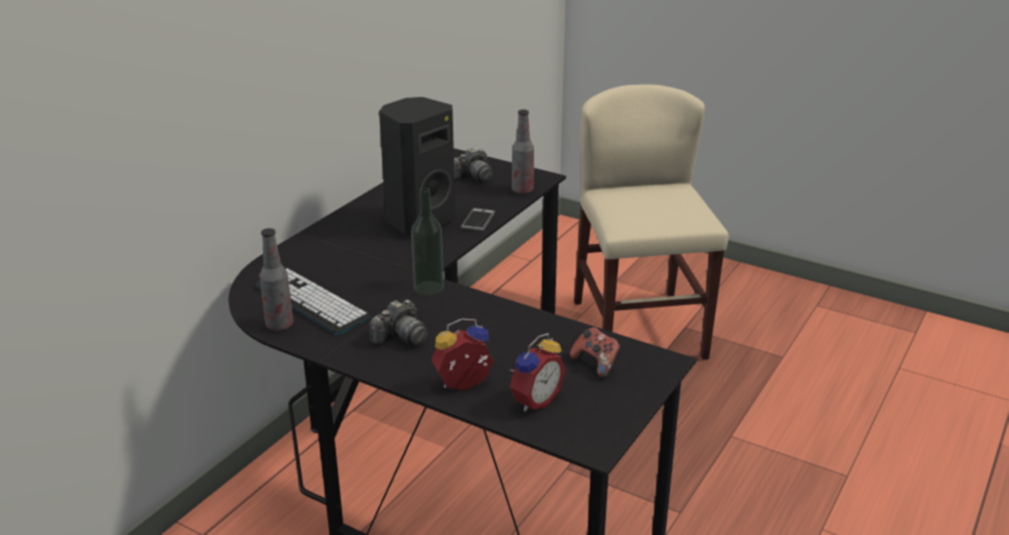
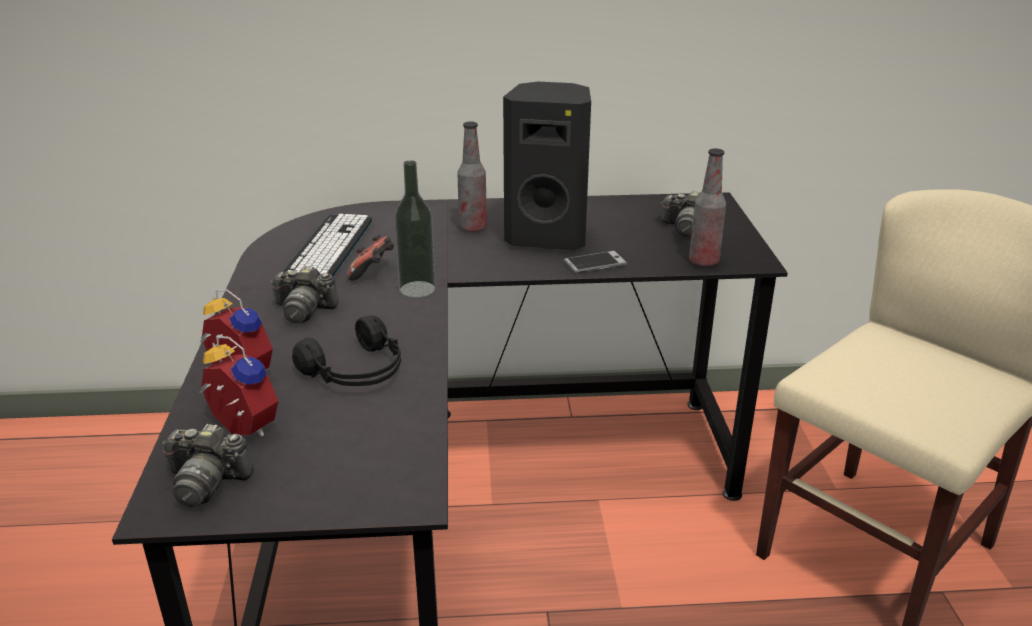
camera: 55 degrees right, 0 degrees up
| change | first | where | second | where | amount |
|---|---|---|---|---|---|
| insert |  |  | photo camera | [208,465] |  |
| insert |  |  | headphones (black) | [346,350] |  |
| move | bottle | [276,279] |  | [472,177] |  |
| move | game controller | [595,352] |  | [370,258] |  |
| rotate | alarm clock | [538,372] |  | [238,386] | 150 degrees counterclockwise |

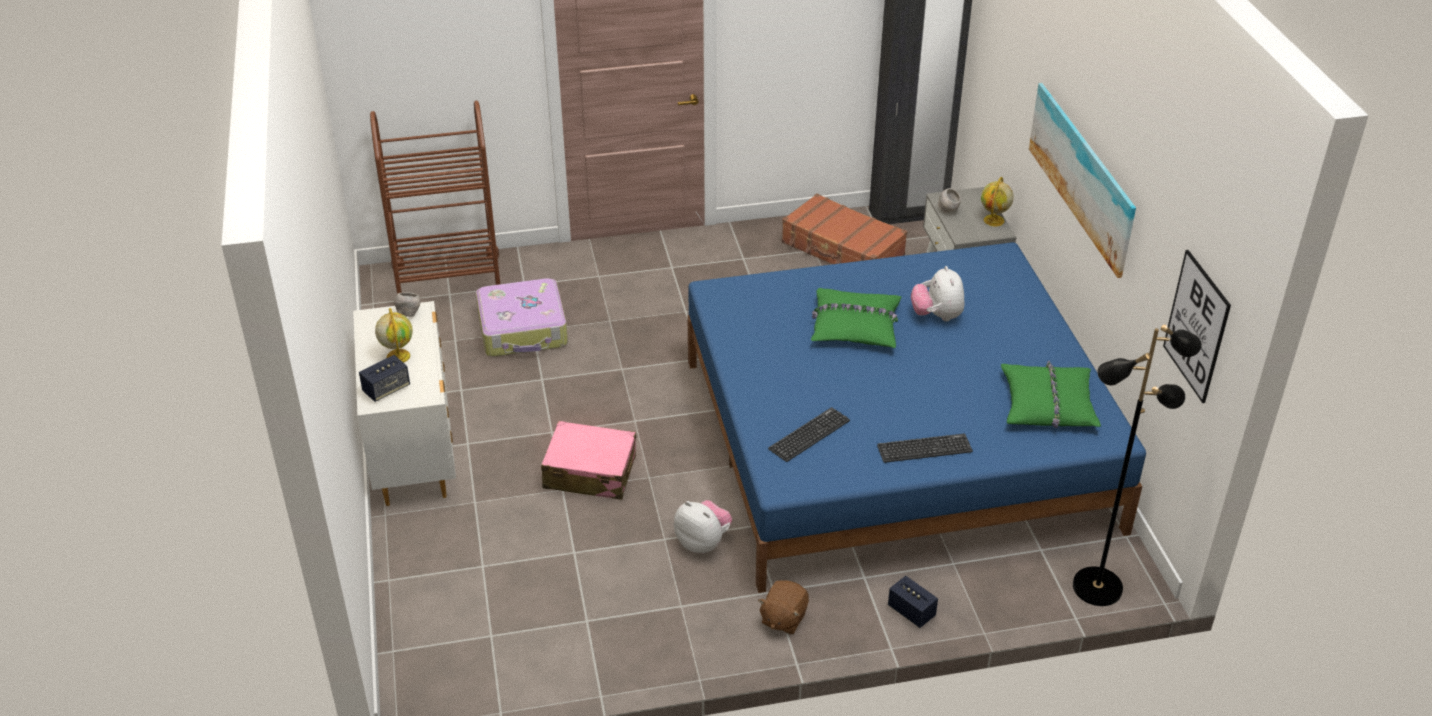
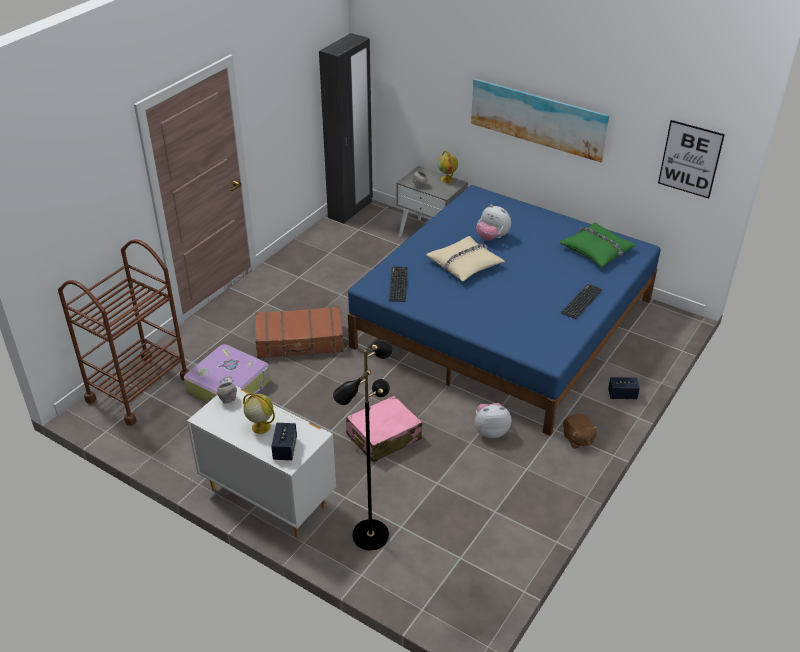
camera: 45 degrees left, 0 degrees up
| change | first | where | second | where | amount |
|---|---|---|---|---|---|
| move | keyboard | [809,434] |  | [398,284] |  |
| move | suitcase (brown) | [844,228] |  | [299,332] |  |
| move | floor lamp (black) | [1137,465] |  | [363,445] |  |
| recolor | pillow (green) | [856,318] | pillow (beige) | [465,258] |  |

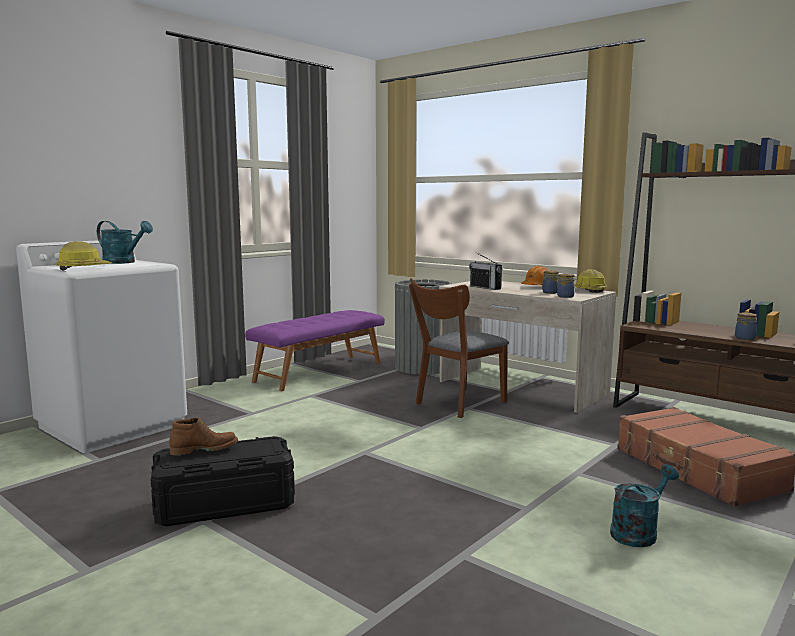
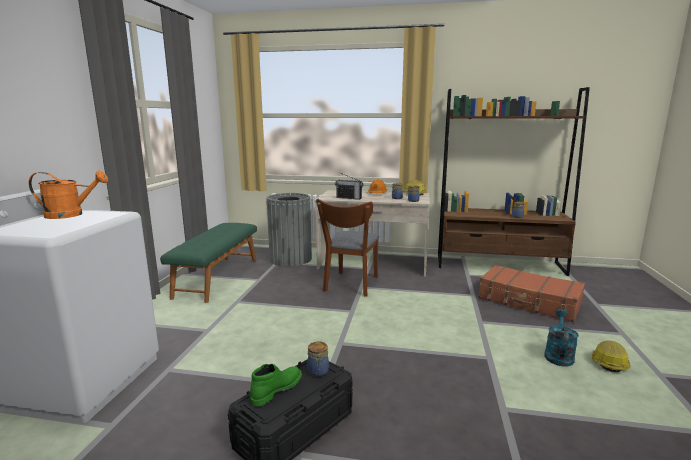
camera: 30 degrees left, 5 degrees up
| change | first | where | second | where | amount |
|---|---|---|---|---|---|
| insert |  |  | jar | [318,359] |  |
| move | hard hat | [84,256] |  | [611,356] |  |
| recolor | watering can (turquoise) | [125,242] | watering can (orange) | [68,194] |  |
| recolor | boot (brown) | [203,437] | boot (green) | [276,385] |  |
| recolor | bench (purple) | [315,350] | bench (green) | [208,263] |  |

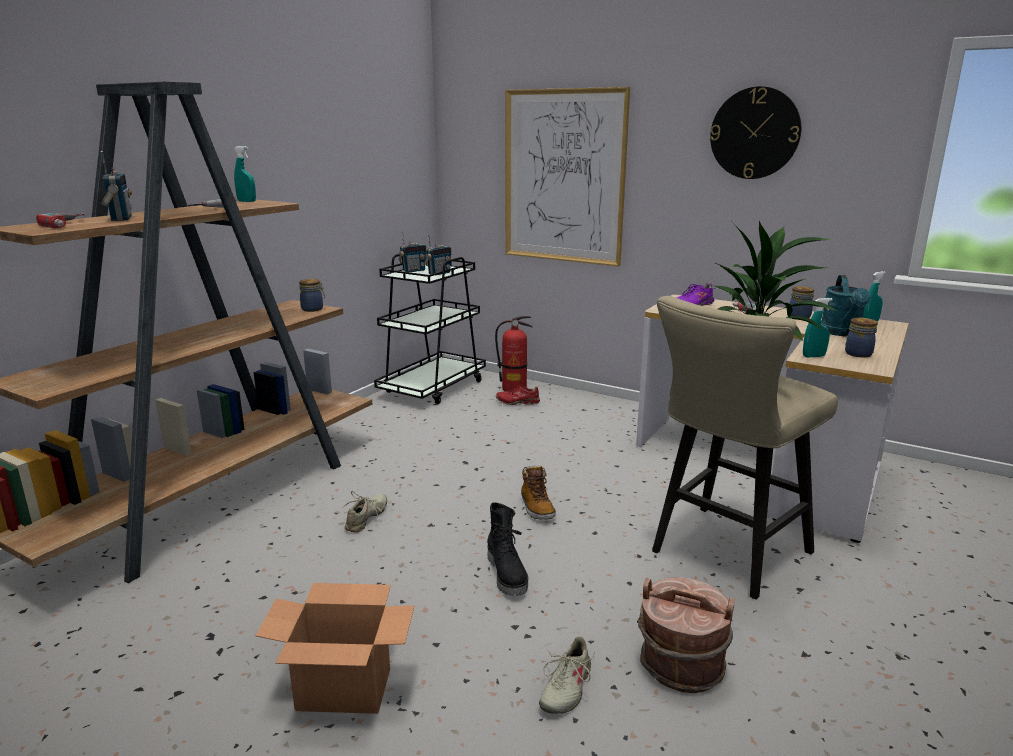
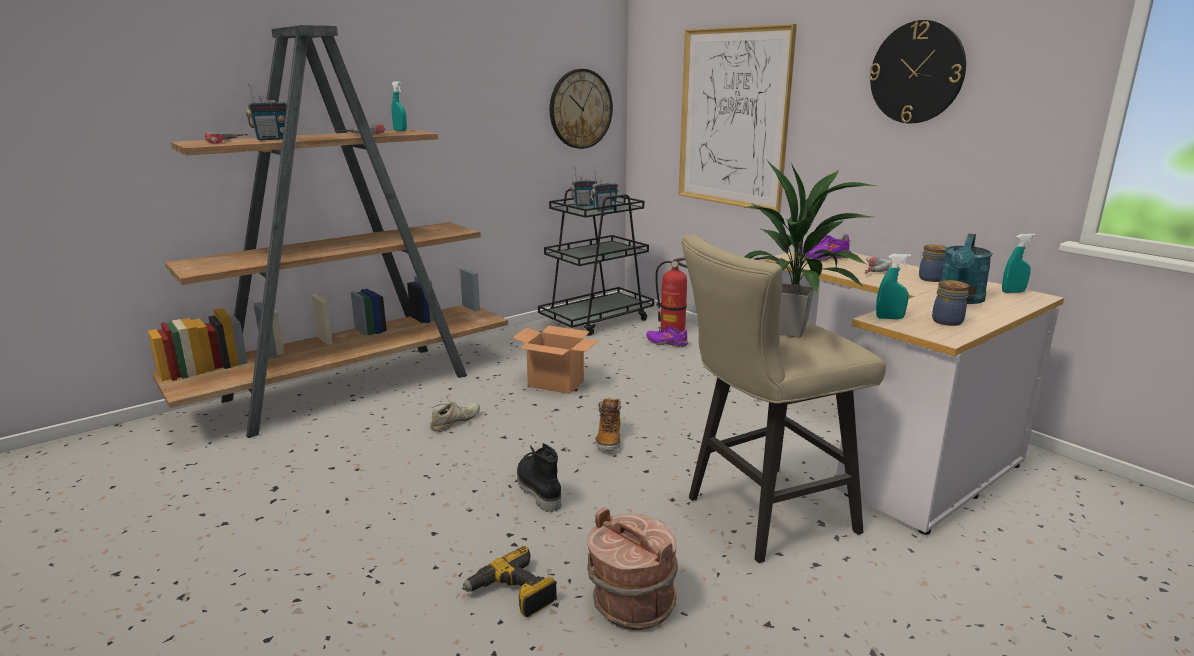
camera: 20 degrees right, 0 degrees up
| change | first | where | second | where | amount |
|---|---|---|---|---|---|
| delete | jar | [312,295] |  |  |  |
| insert |  |  | wall clock | [581,109] |  |
| move | cardboard box | [335,648] |  | [555,360] |  |
| replace | shoe (beige) | [568,675] | power drill | [509,581] |  |
| recolor | shoe (red) | [518,395] | shoe (purple) | [667,336] |  |
| rotate | radio | [116,186] |  | [266,111] | 60 degrees clockwise |
| rotate | boot (black) | [507,549] |  | [539,477] | 150 degrees clockwise |

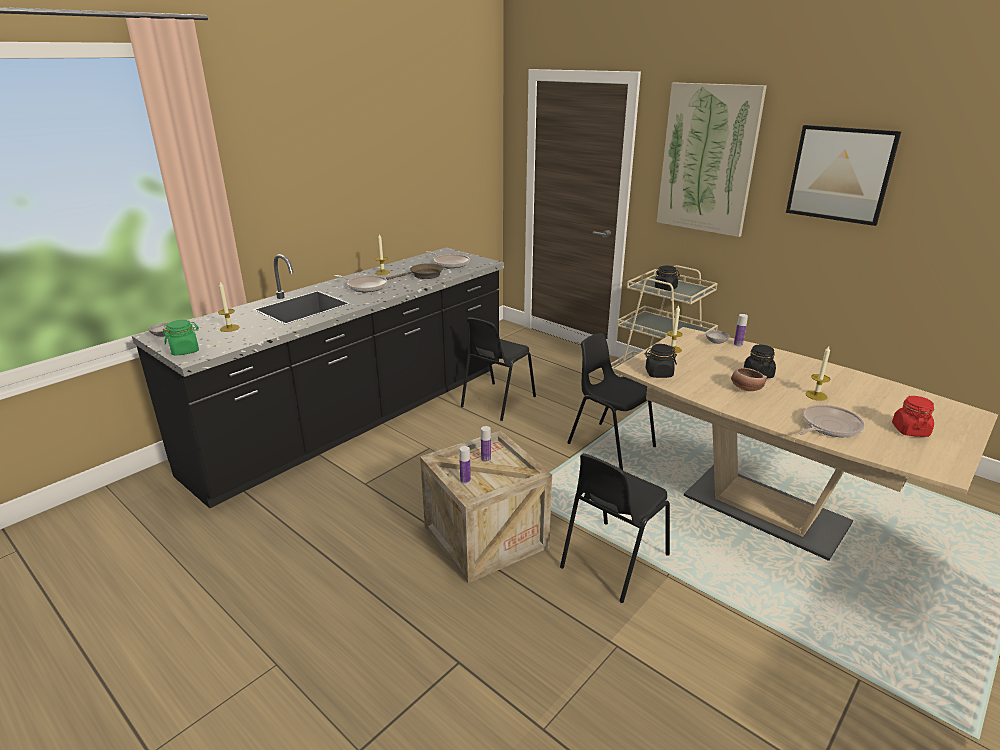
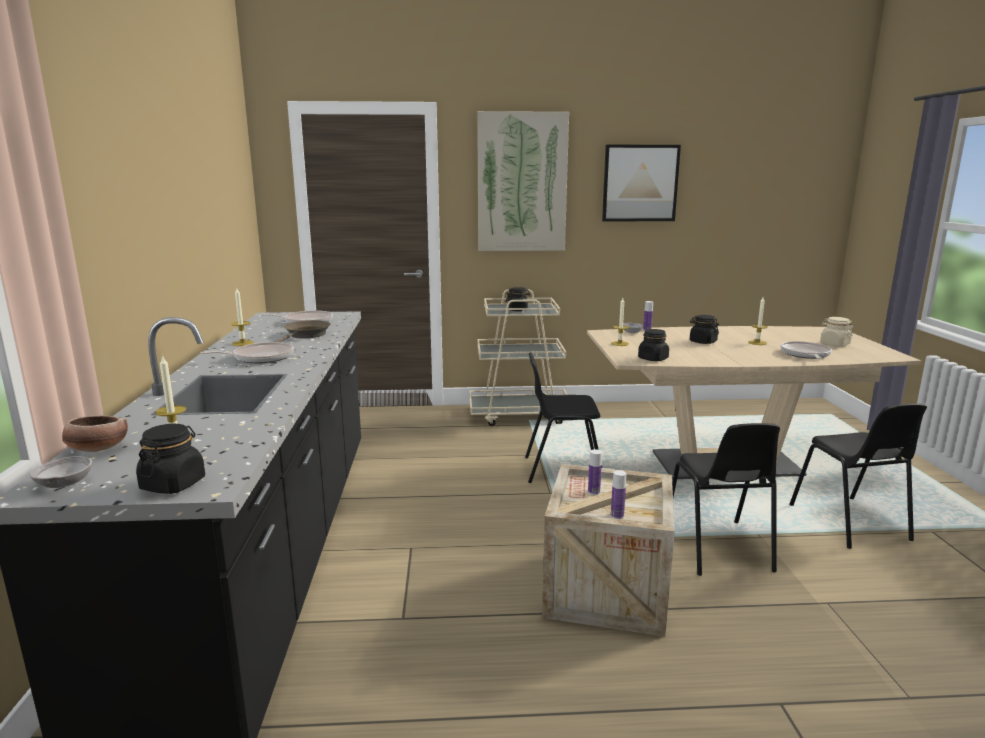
camera: 45 degrees left, 10 degrees down
| change | first | where | second | where | amount |
|---|---|---|---|---|---|
| move | chair (black) | [498,369] |  | [858,476] |  |
| move | bowl | [749,379] |  | [95,433] |  |
| recolor | jar (green) | [180,338] | jar (black) | [170,459] |  |
| recolor | jar (red) | [913,416] | jar (beige) | [836,331] |  |

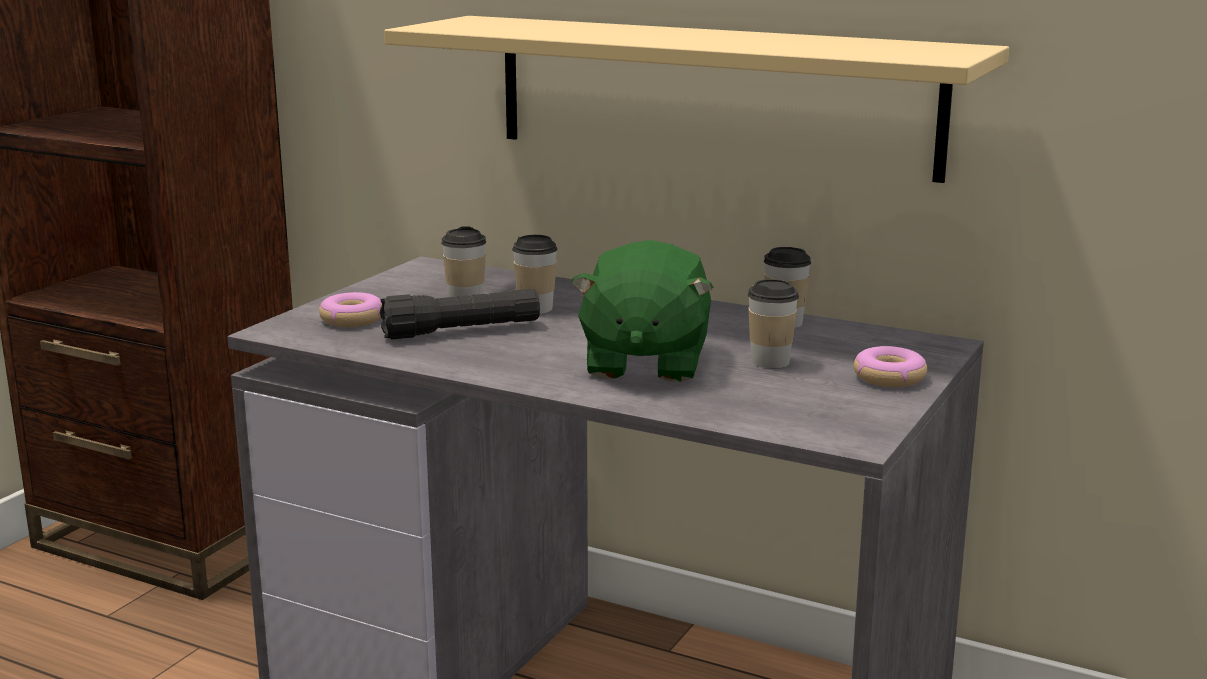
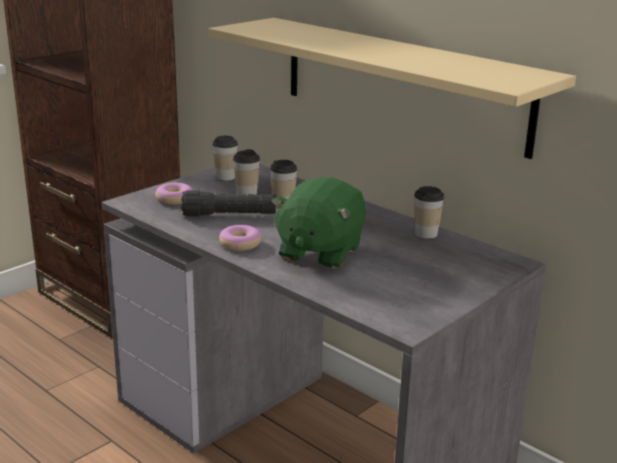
camera: 15 degrees right, 5 degrees up
| change | first | where | second | where | amount |
|---|---|---|---|---|---|
| move | cup | [773,323] |  | [225,158] |  |
| move | donut | [890,366] |  | [240,238] |  |

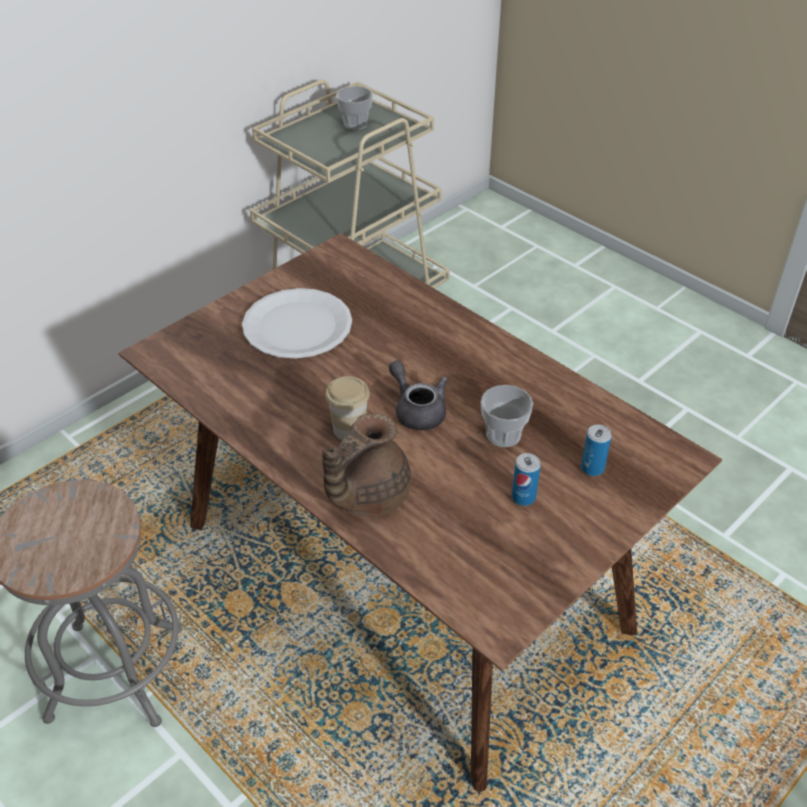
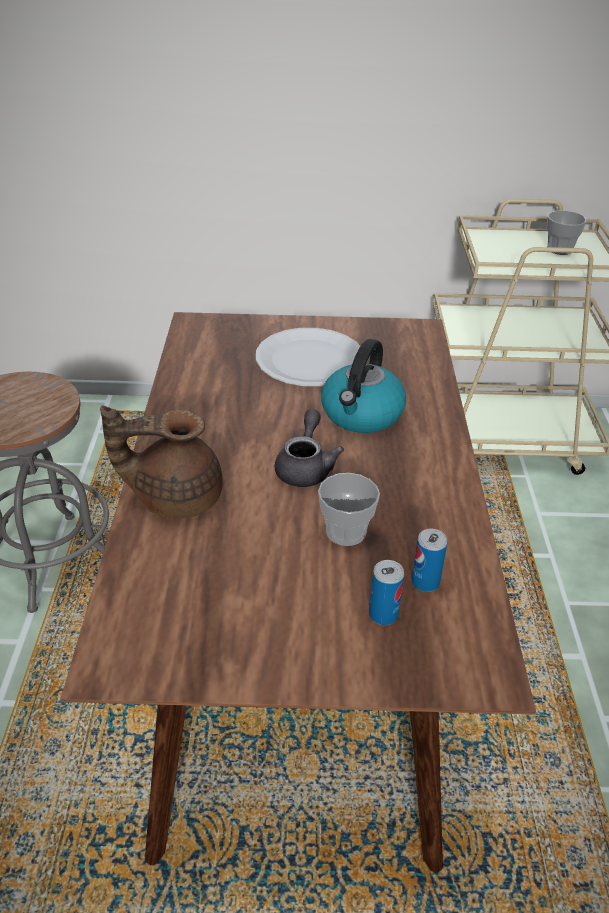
camera: 45 degrees right, 5 degrees down
| change | first | where | second | where | amount |
|---|---|---|---|---|---|
| delete | cup | [347,408] |  |  |  |
| insert |  |  | kettle | [363,386] |  |
| move | can | [526,479] |  | [429,560] |  |

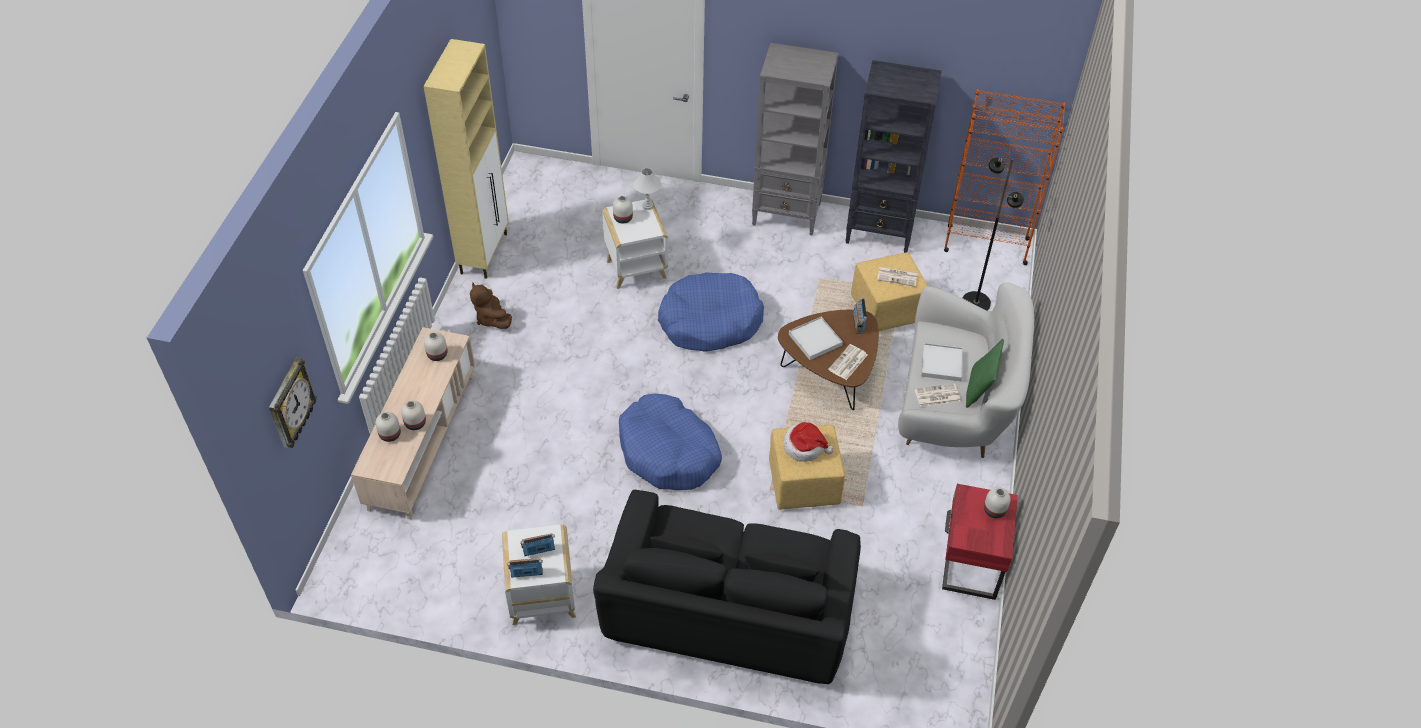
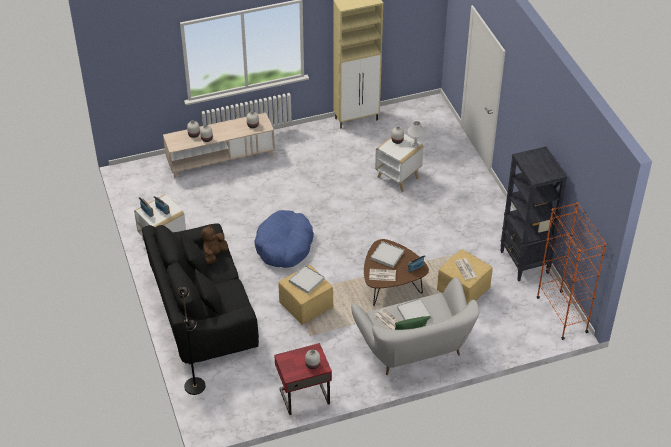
camera: 60 degrees right, 5 degrees down
| change | first | where | second | where | amount |
|---|---|---|---|---|---|
| delete | wall clock | [293,403] |  |  |  |
| delete | dog bed (blue) | [711,312] |  |  |  |
| delete | bookcase (grey) | [795,139] |  |  |  |
| move | plush toy (brown) | [491,306] |  | [214,244] |  |
| move | floor lamp (black) | [993,234] |  | [192,341] |  |
| replace | hat | [808,442] | tray (white) | [307,279] |  |

